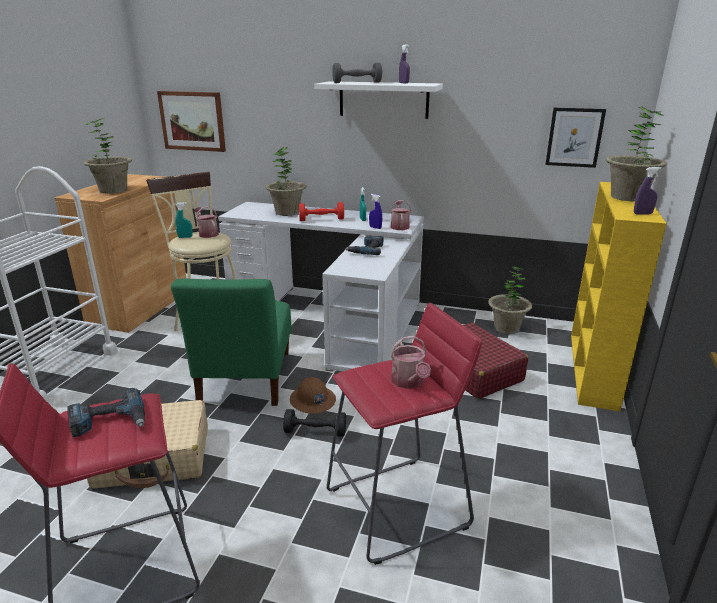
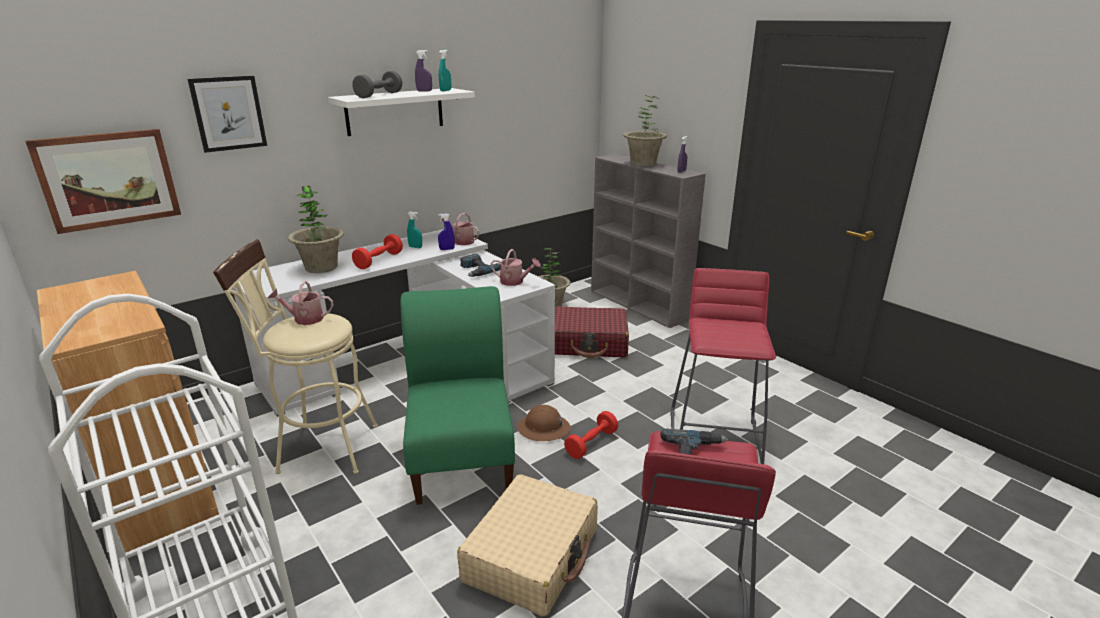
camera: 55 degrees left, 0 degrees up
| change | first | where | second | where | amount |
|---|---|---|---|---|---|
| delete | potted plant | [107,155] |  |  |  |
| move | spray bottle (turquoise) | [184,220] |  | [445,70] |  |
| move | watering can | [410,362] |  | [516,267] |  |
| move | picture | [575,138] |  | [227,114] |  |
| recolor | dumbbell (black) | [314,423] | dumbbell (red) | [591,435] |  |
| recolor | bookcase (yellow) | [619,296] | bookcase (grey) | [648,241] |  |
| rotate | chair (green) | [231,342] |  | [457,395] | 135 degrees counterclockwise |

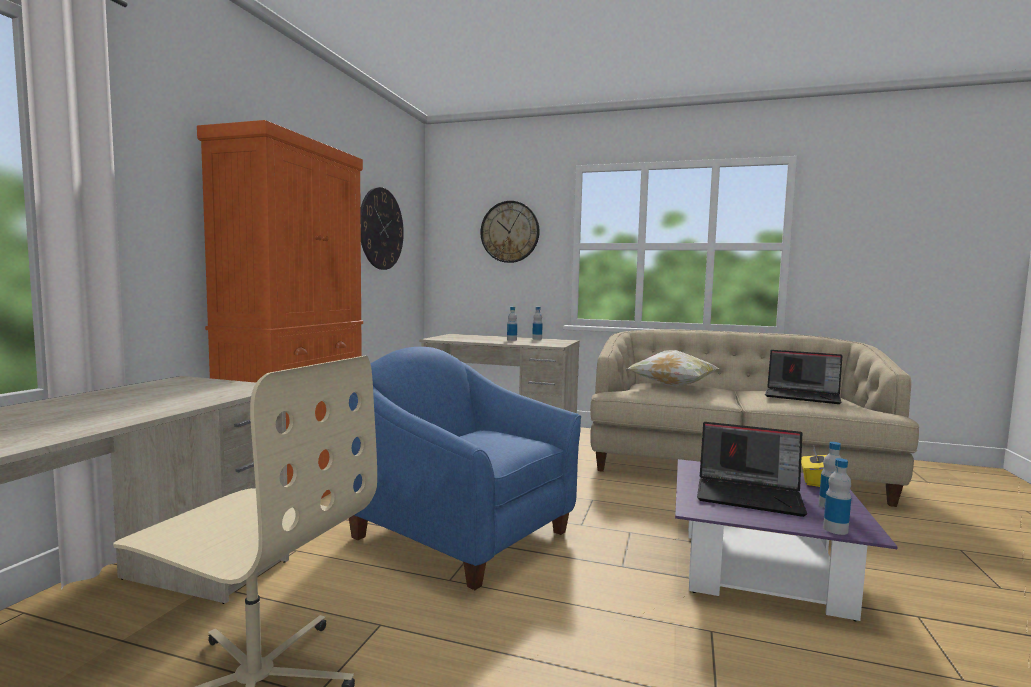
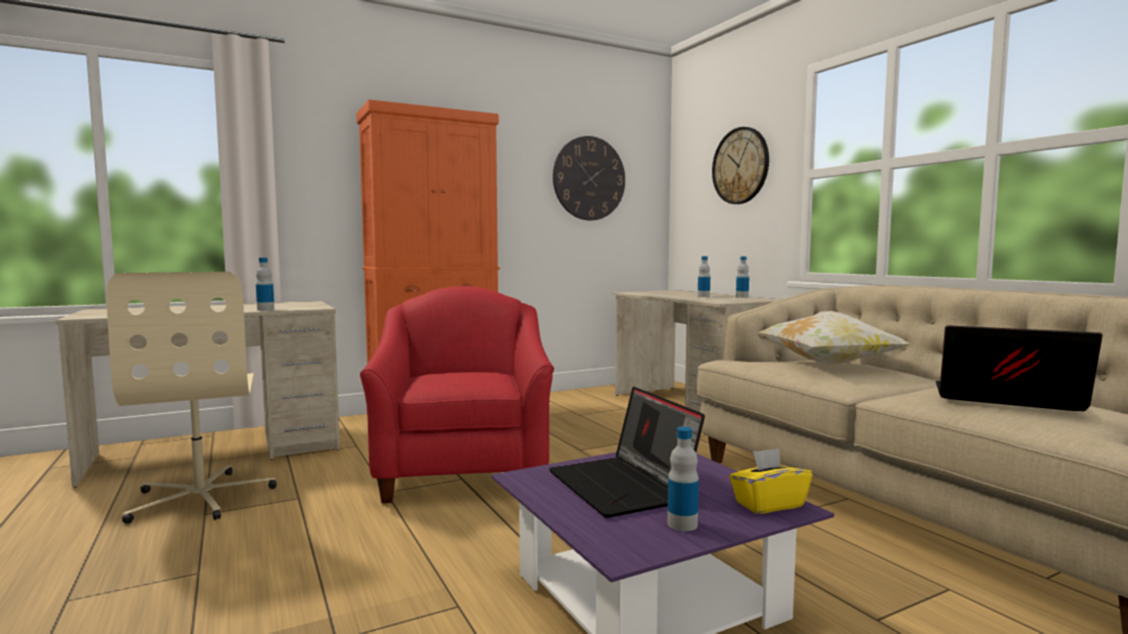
camera: 45 degrees right, 0 degrees up
| change | first | where | second | where | amount |
|---|---|---|---|---|---|
| move | bottle | [837,496] |  | [265,284] |  |
| recolor | armchair (blue) | [465,468] | armchair (red) | [457,394] |  |
| rotate | laptop | [803,377] |  | [1019,368] | 135 degrees clockwise |

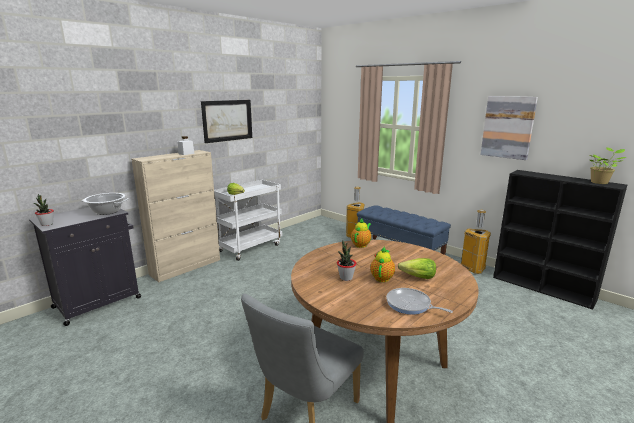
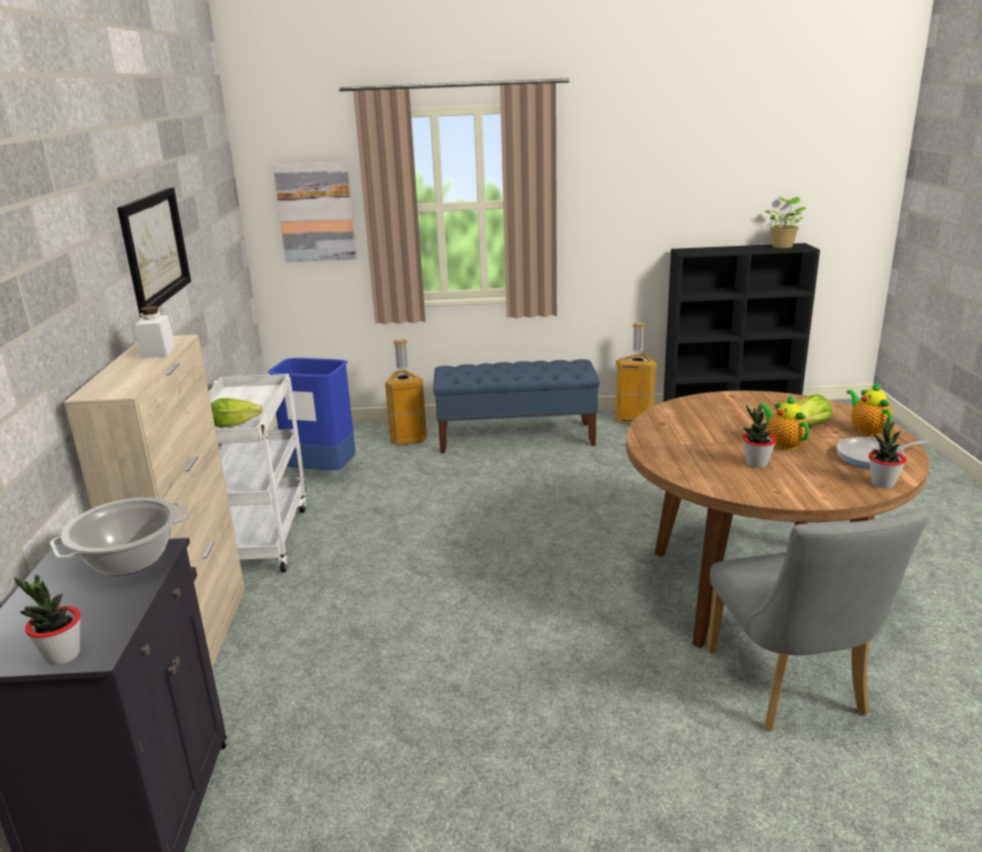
camera: 45 degrees left, 5 degrees up
| change | first | where | second | where | amount |
|---|---|---|---|---|---|
| insert |  |  | trash can (blue) | [311,414] |  |
| insert |  |  | potted plant | [887,452] |  |
| move | teapot | [361,233] |  | [869,408] |  |
| move | picture | [509,128] |  | [315,211] |  |

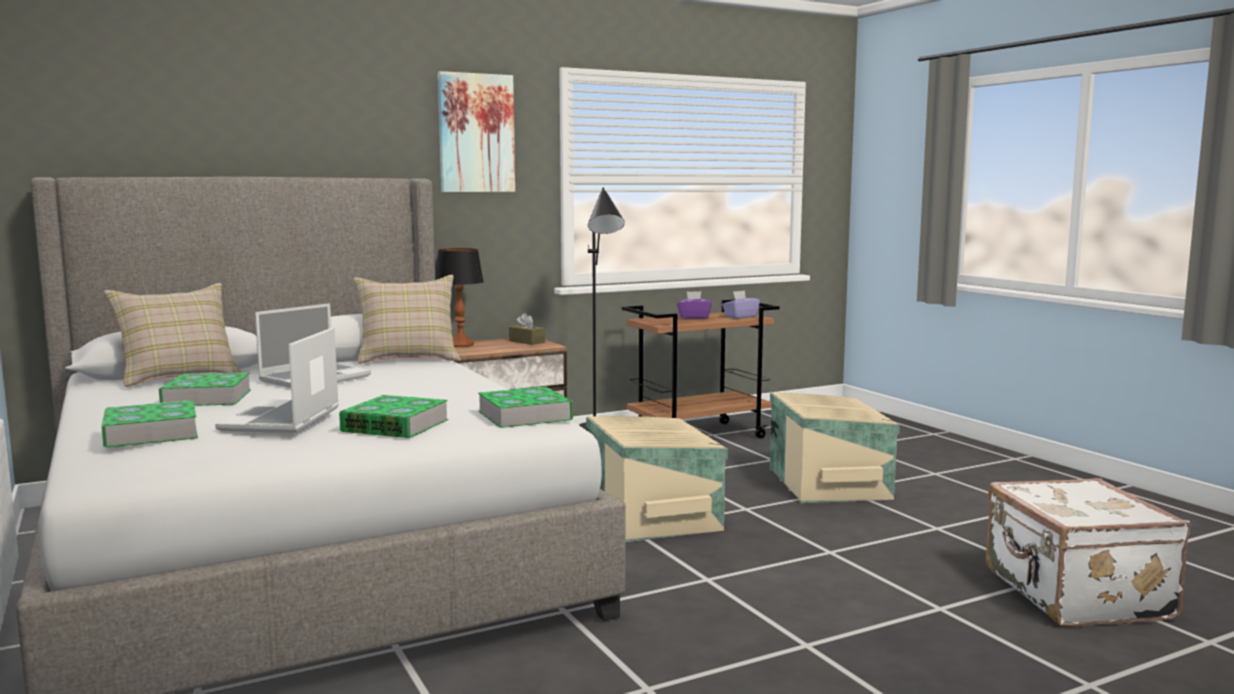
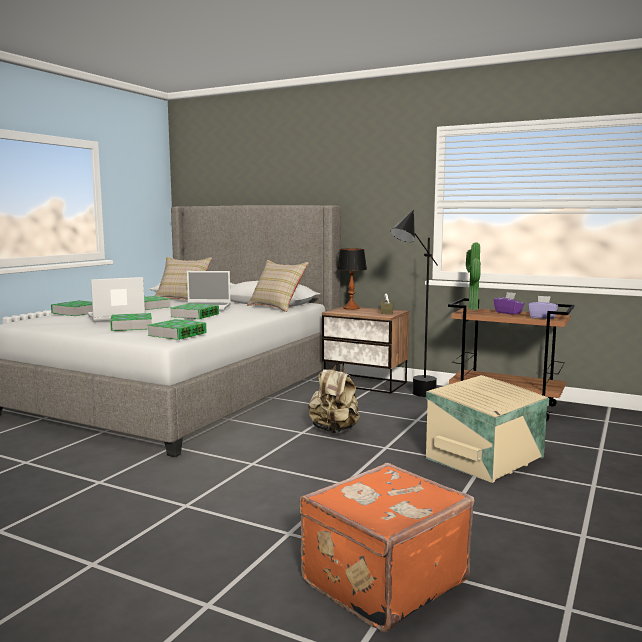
camera: 55 degrees right, 0 degrees up
| change | first | where | second | where | amount |
|---|---|---|---|---|---|
| delete | picture | [476,131] |  |  |  |
| insert |  |  | book | [195,311] |  |
| insert |  |  | potted plant | [473,276] |  |
| replace | storage box (beige) | [657,479] | backpack (beige) | [334,398] |  |
| recolor | suitcase (white) | [1088,552] | suitcase (orange) | [386,547] |  |

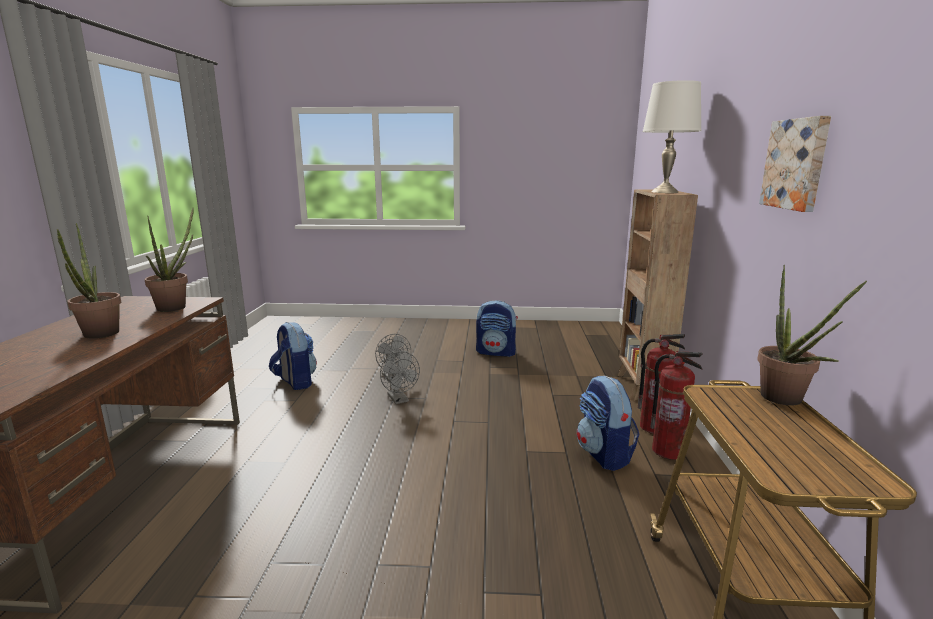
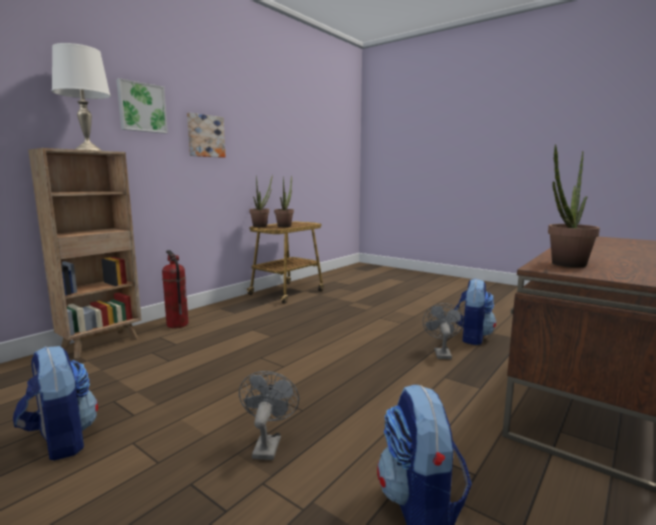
camera: 145 degrees left, 5 degrees down
| change | first | where | second | where | amount |
|---|---|---|---|---|---|
| delete | fire extinguisher | [676,405] |  |  |  |
| insert |  |  | picture | [142,106] |  |
| move | potted plant | [89,281] |  | [284,201] |  |
| move | fan (grey) | [400,377] |  | [443,331] |  |
| move | backpack | [608,423] |  | [475,312] |  |

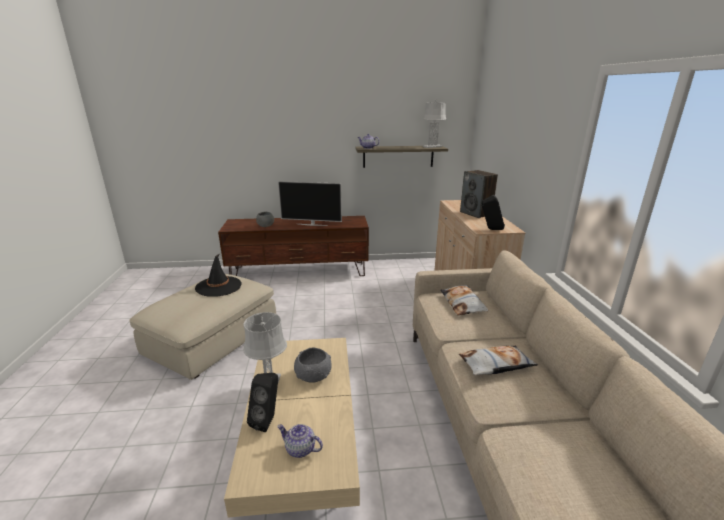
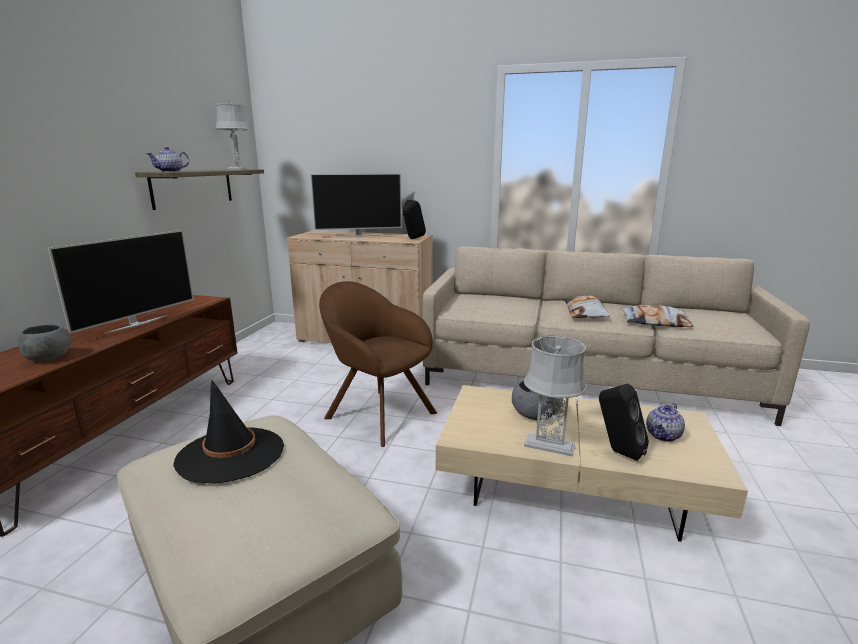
camera: 70 degrees left, 5 degrees down
| change | first | where | second | where | amount |
|---|---|---|---|---|---|
| insert |  |  | armchair (brown) | [378,364] |  |
| move | pillow | [464,300] |  | [657,316] |  |
| replace | speaker | [479,194] | television | [356,205] |  |

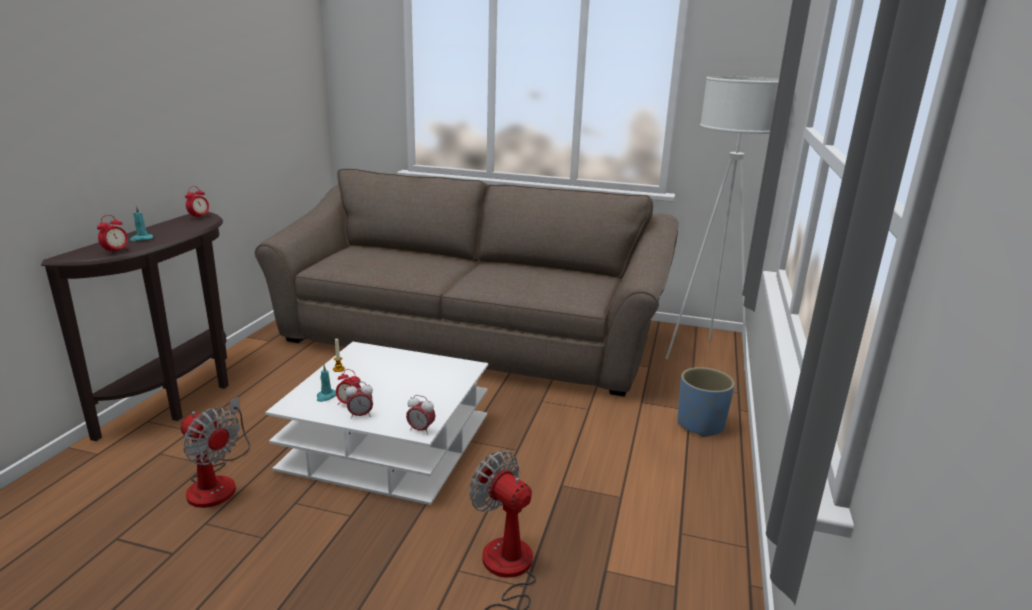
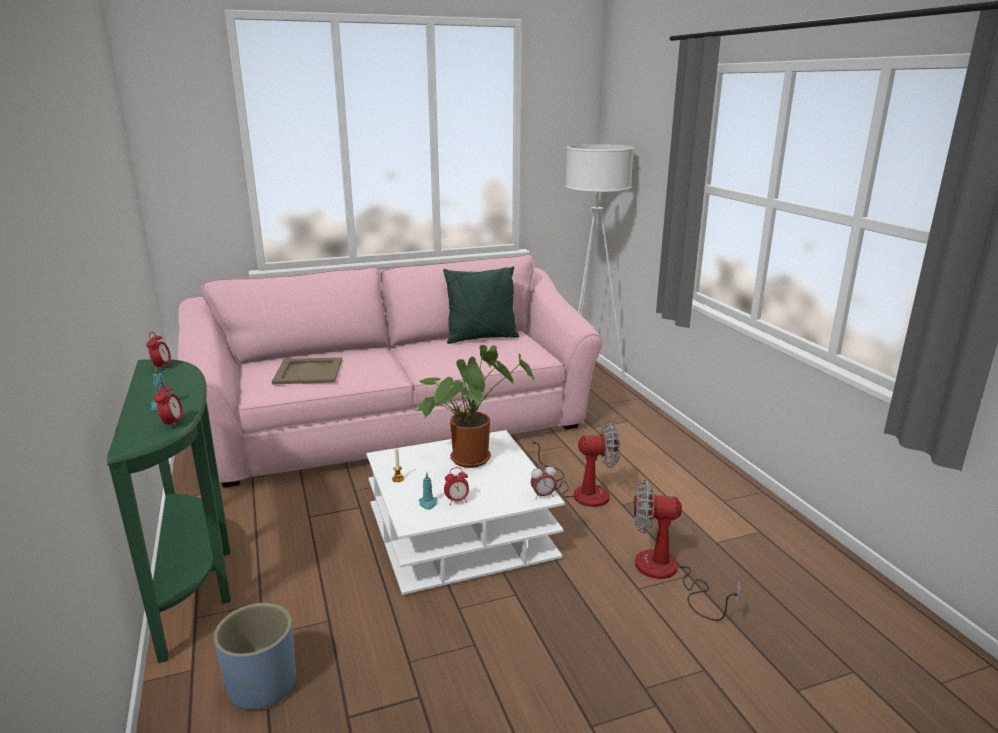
camera: 35 degrees left, 0 degrees up
| change | first | where | second | where | amount |
|---|---|---|---|---|---|
| delete | alarm clock | [359,400] |  |  |  |
| insert |  |  | tray (beige) | [307,370] |  |
| insert |  |  | potted plant | [475,406] |  |
| insert |  |  | pillow (green) | [481,305] |  |
| move | fan | [215,452] |  | [576,464] |  |
| move | planter (blue) | [706,402] |  | [255,656] |  |
| recolor | console table (brown) | [135,326] | console table (green) | [169,511] |  |
| recolor | sofa (brown) | [467,283] | sofa (pink) | [391,371] |  |

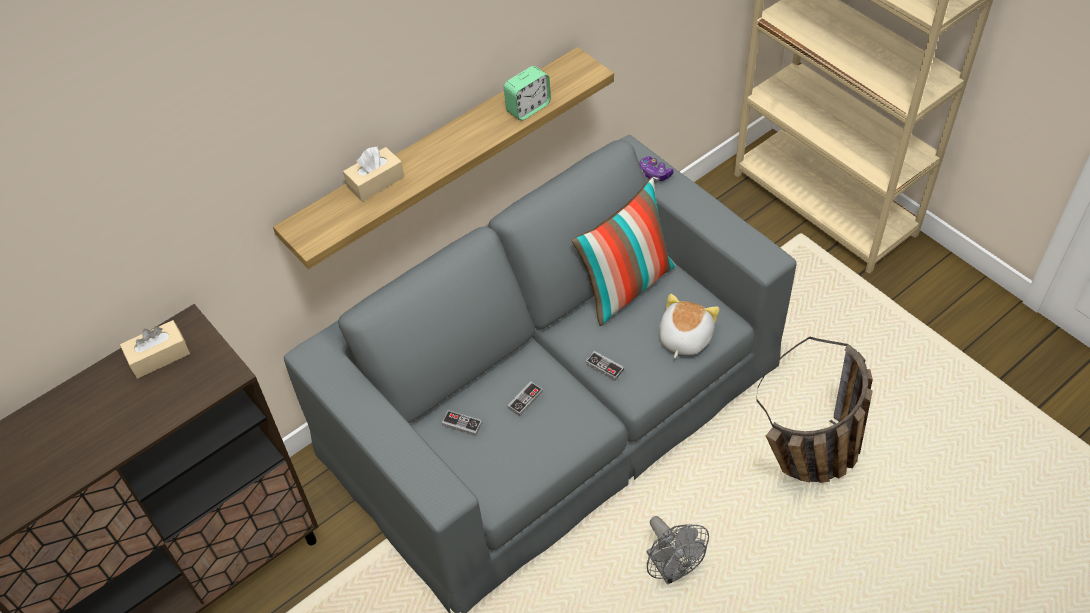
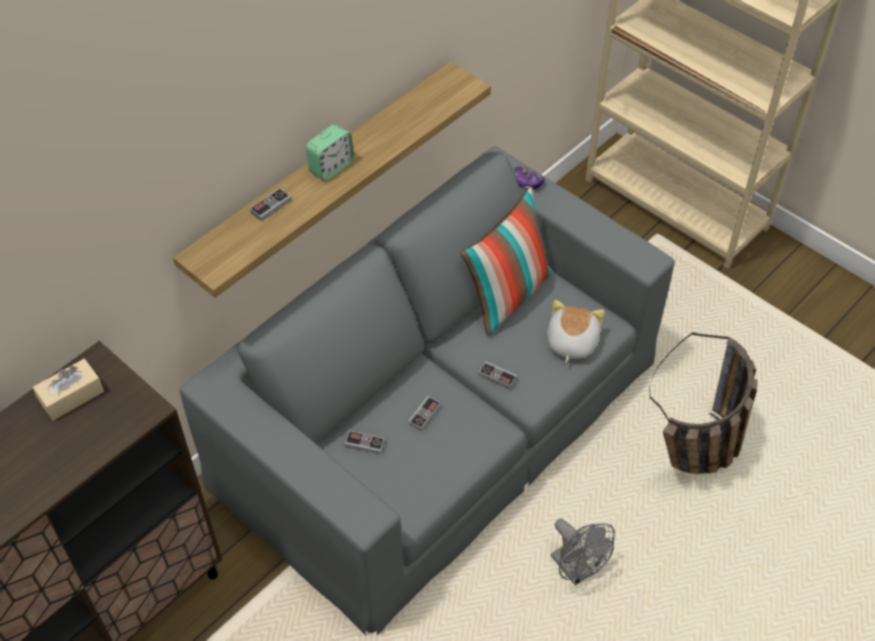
camera: 10 degrees left, 0 degrees up
| change | first | where | second | where | amount |
|---|---|---|---|---|---|
| move | alarm clock | [527,93] |  | [330,152] |  |
| replace | tissue box (beige) | [373,174] | game controller | [271,204] |  |

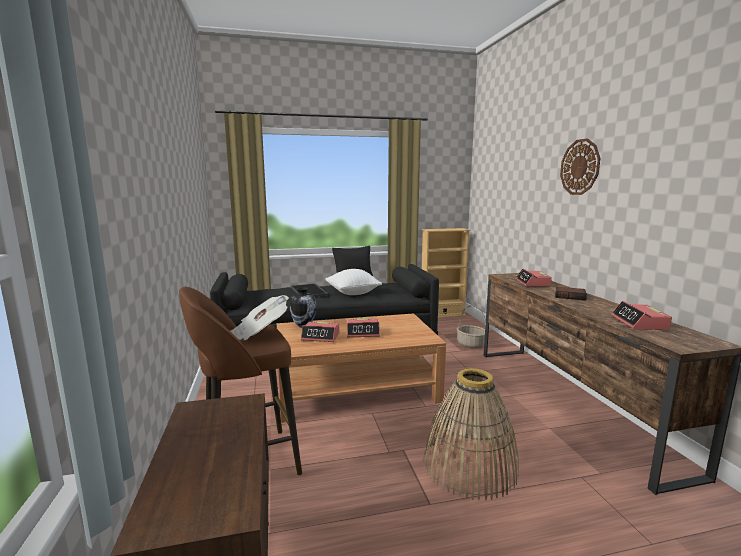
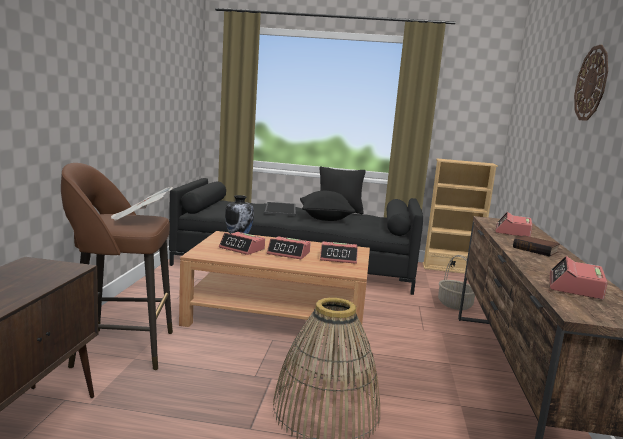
camera: 20 degrees right, 0 degrees up
| change | first | where | second | where | amount |
|---|---|---|---|---|---|
| insert |  |  | alarm clock | [339,253] |  |
| recolor | pillow (white) | [353,282] | pillow (black) | [327,206] |  |

